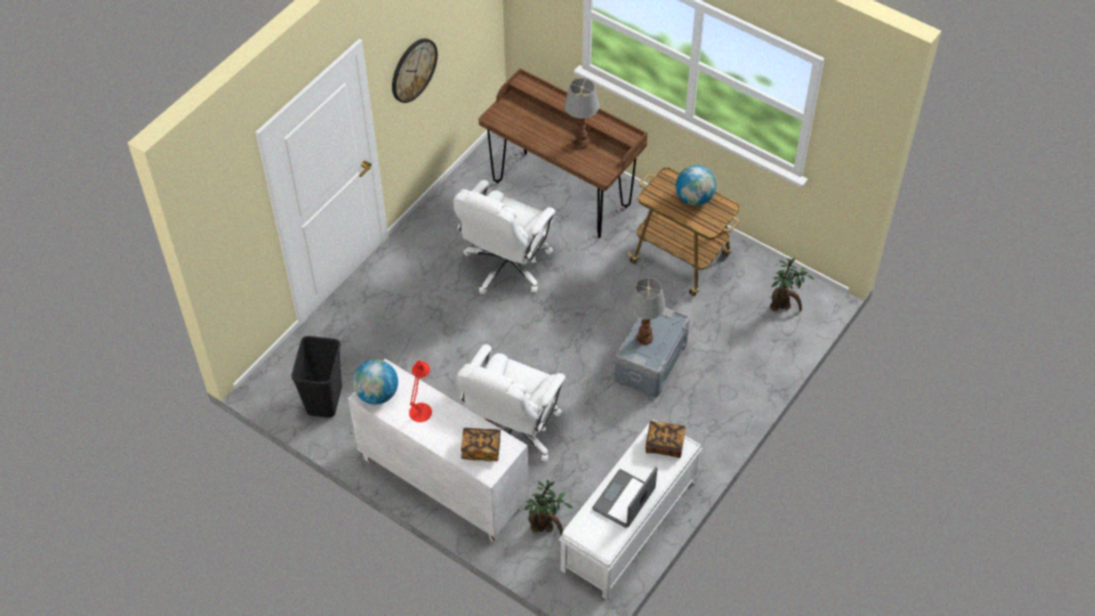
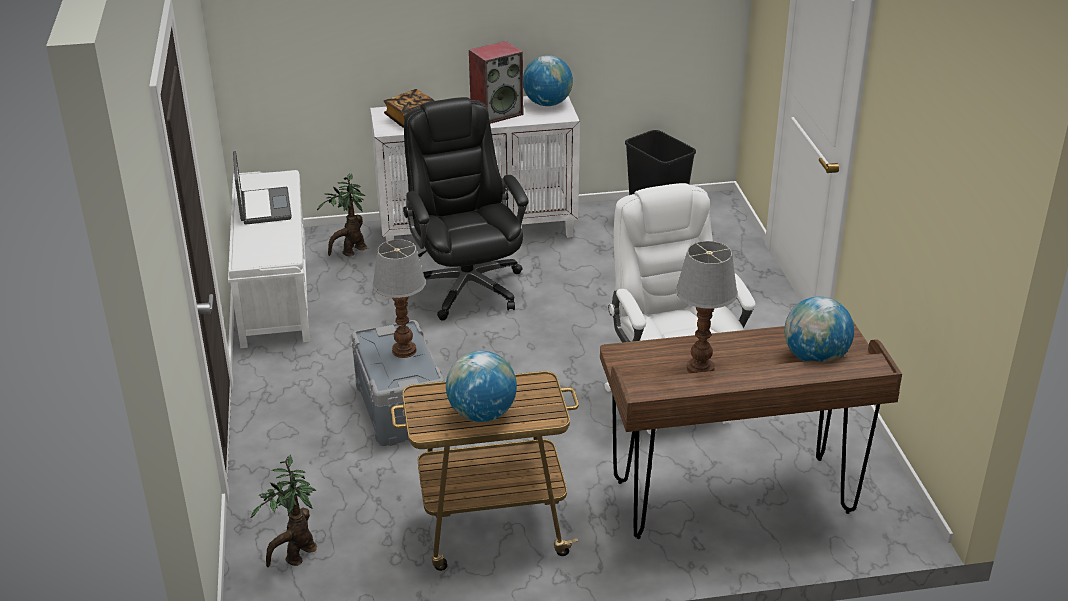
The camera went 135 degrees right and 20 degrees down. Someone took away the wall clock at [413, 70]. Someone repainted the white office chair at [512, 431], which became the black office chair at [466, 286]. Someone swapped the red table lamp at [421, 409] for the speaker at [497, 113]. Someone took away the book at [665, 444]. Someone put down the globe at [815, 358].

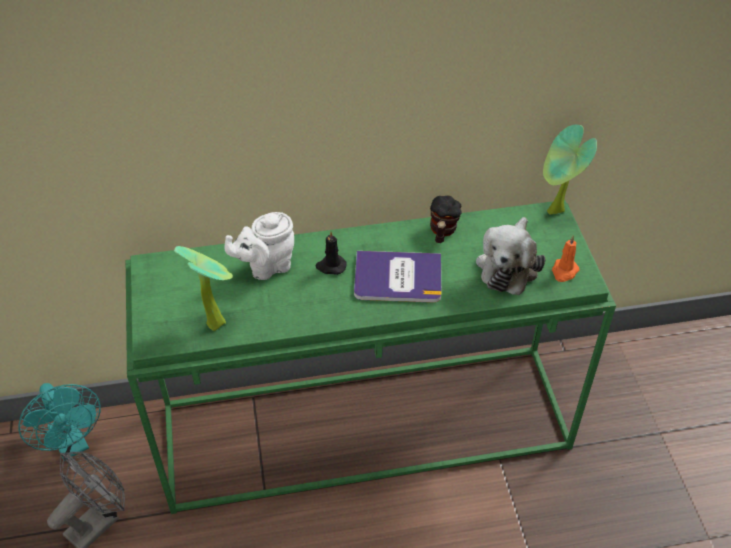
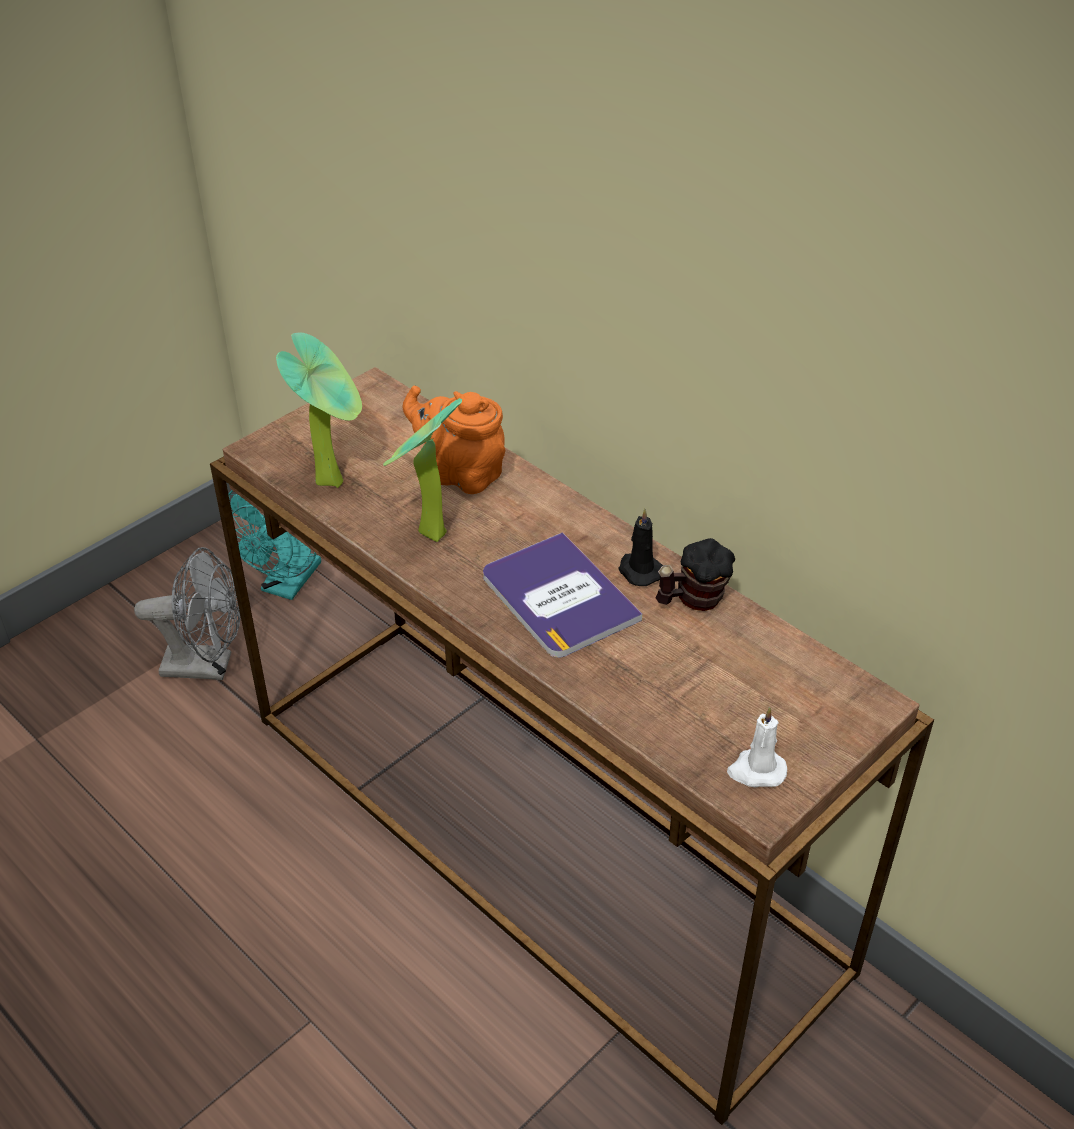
The camera went 55 degrees right and 5 degrees down. Someone carried the potted plant from [555, 213] to [426, 536]. Someone repainted the green console table at [367, 424], which became the brown console table at [543, 838]. Someone repainted the white teapot at [266, 266], which became the orange teapot at [460, 473]. Someone took away the plush toy at [508, 265]. Someone carried the black candle from [330, 266] to [639, 570]. Someone repainted the orange candle at [564, 271], which became the white candle at [756, 771].

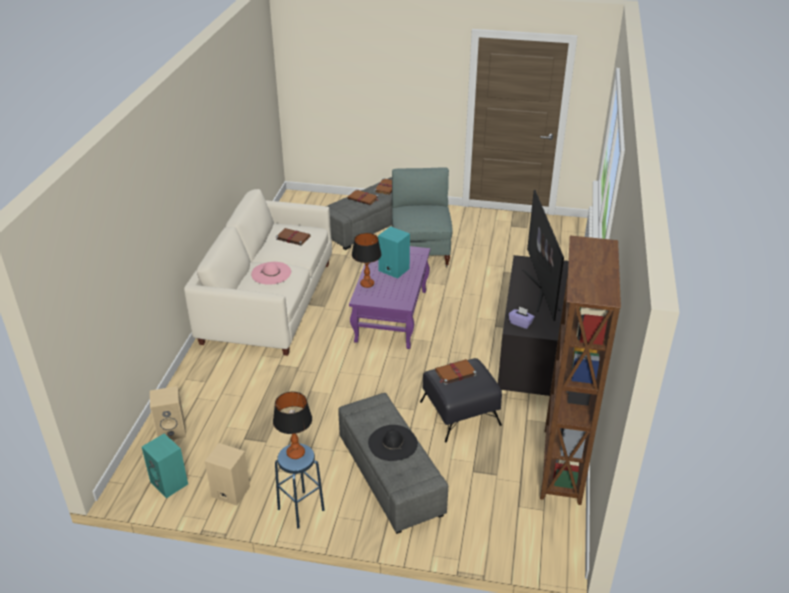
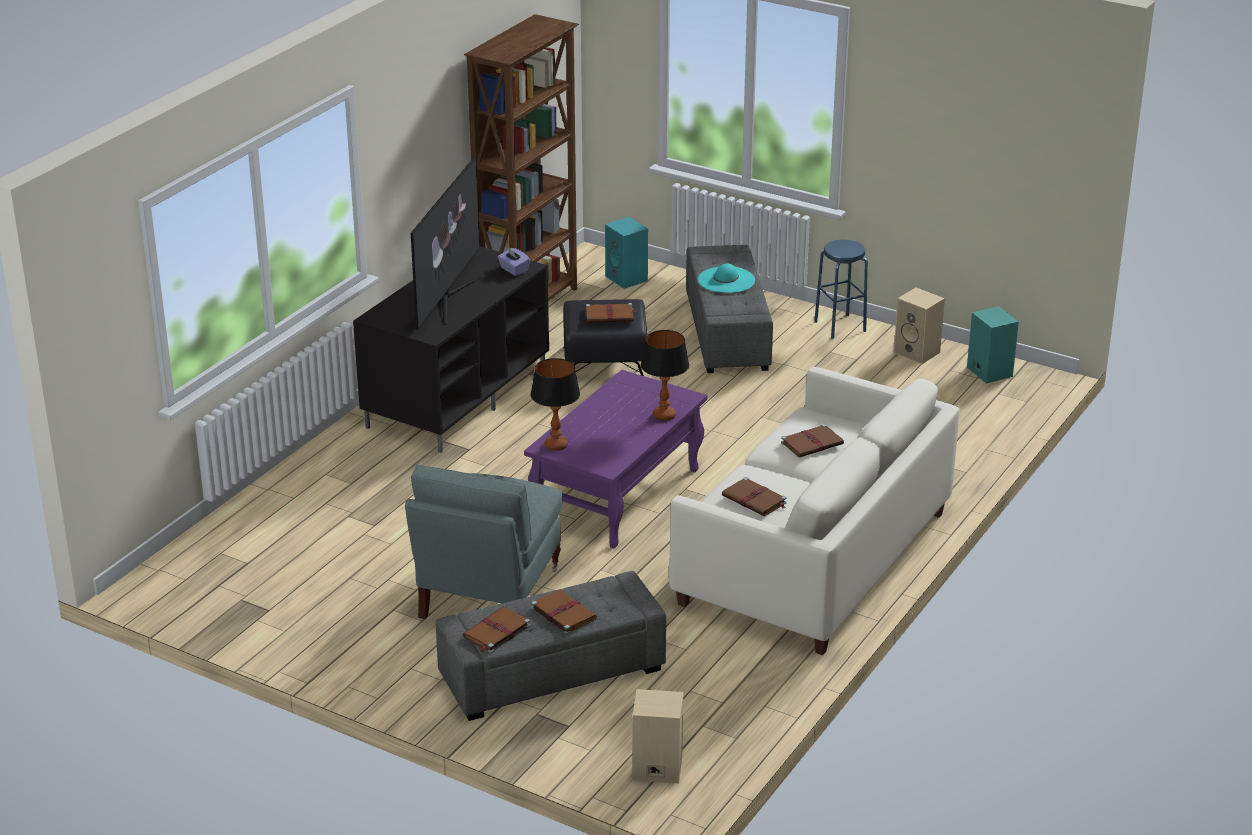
The camera went 160 degrees left and 5 degrees down. Someone carried the turquoise speaker from [393, 269] to [627, 278]. Someone swapped the pink hat at [271, 273] for the brown book at [813, 443]. Someone carried the beige speaker from [172, 431] to [656, 769]. Someone carried the table lamp from [296, 453] to [556, 445]. Someone repainted the black hat at [392, 443], which became the turquoise hat at [726, 280].

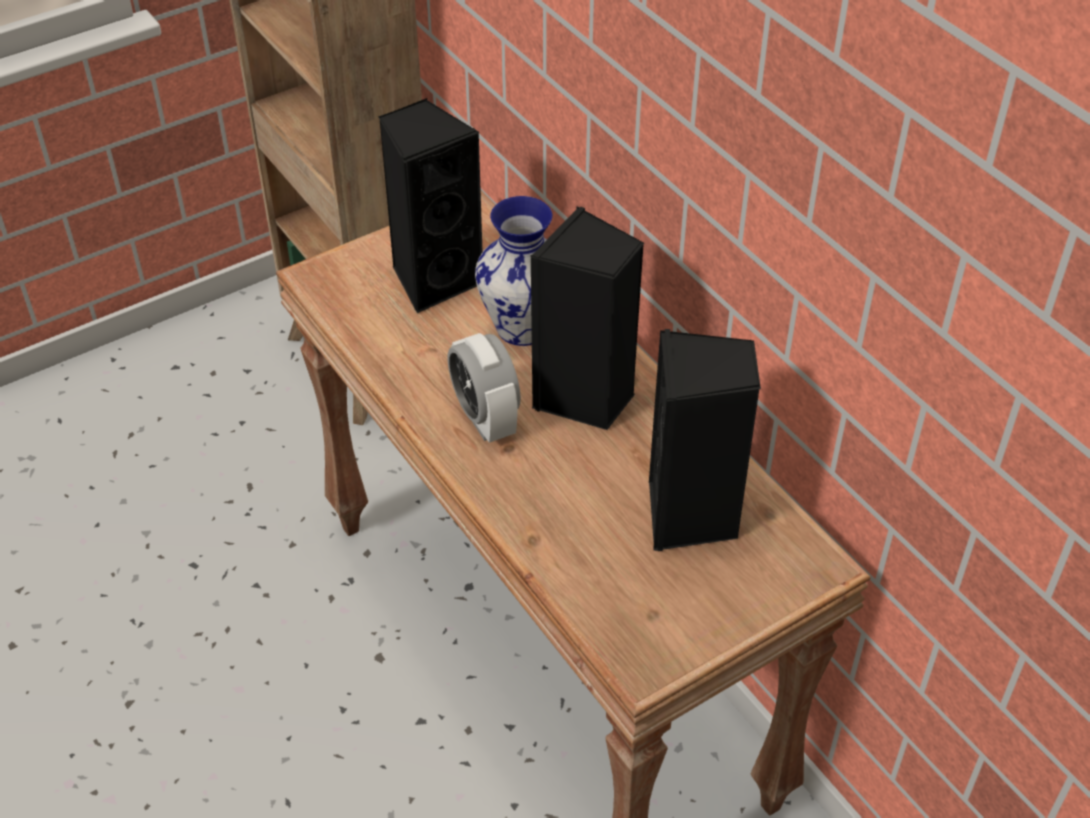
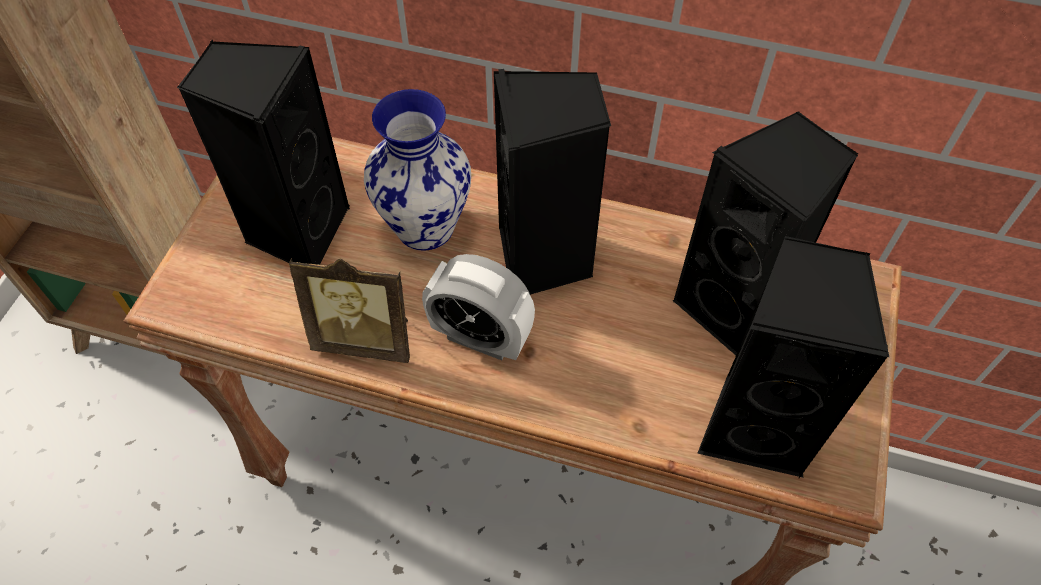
The camera went 40 degrees left and 10 degrees up. Someone put down the black speaker at [755, 425]. Someone put down the picture frame at [366, 338].

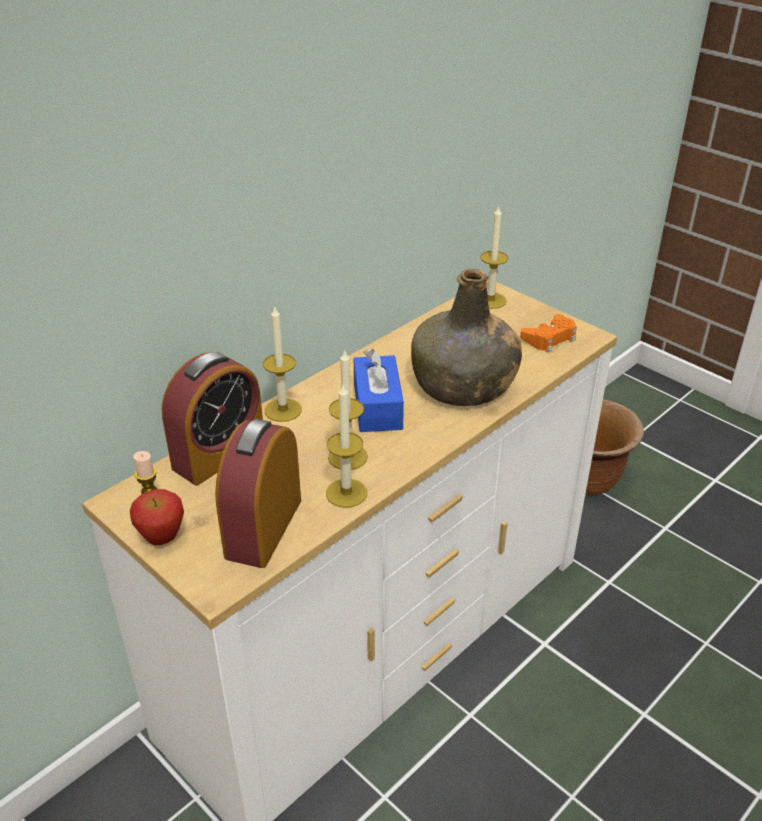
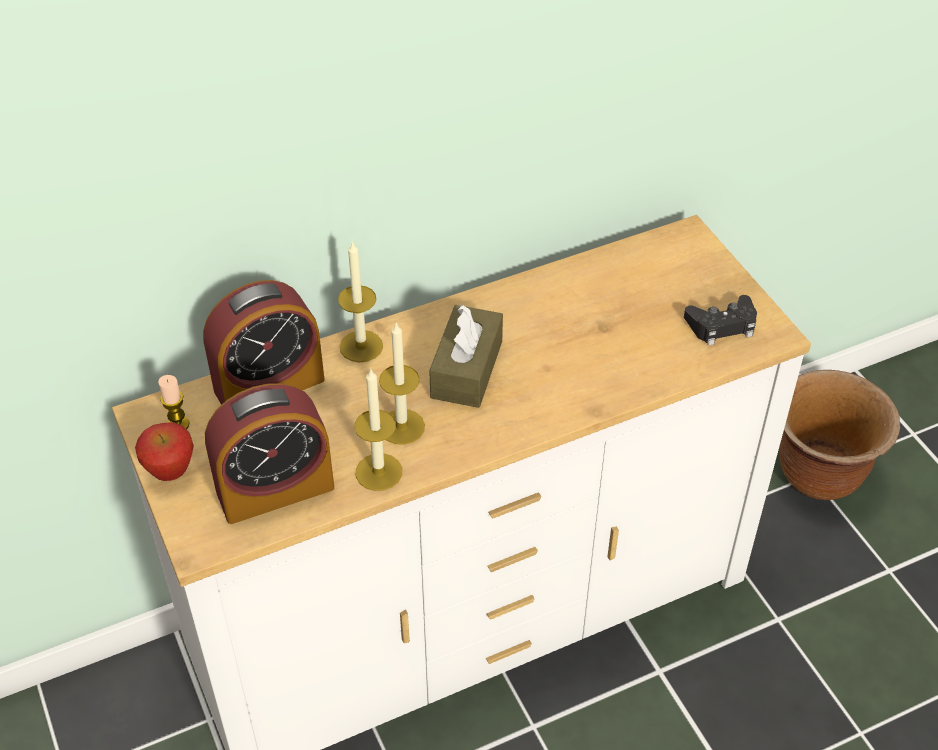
The camera went 20 degrees right and 10 degrees up. Someone took away the candle at [490, 300]. Someone took away the green bottle at [463, 385]. Someone repainted the orange game controller at [549, 338], which became the black game controller at [722, 325]. Someone repainted the blue tissue box at [377, 406], which became the brown tissue box at [466, 369]. Someone rotated the alarm clock at [263, 528] by 150 degrees counterclockwise.

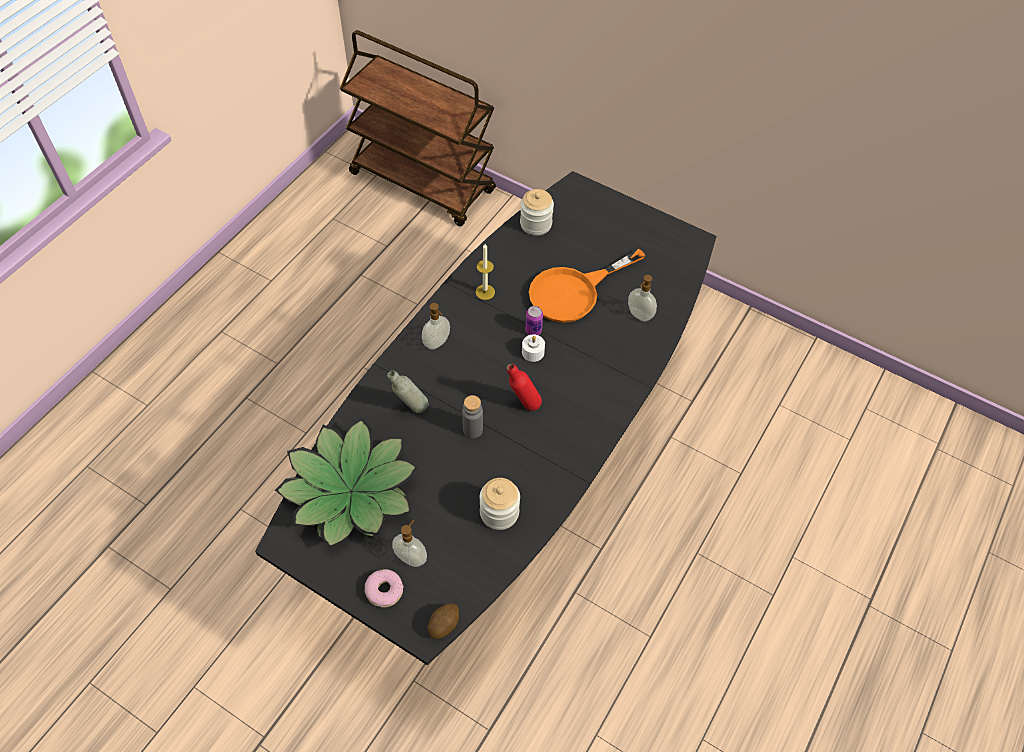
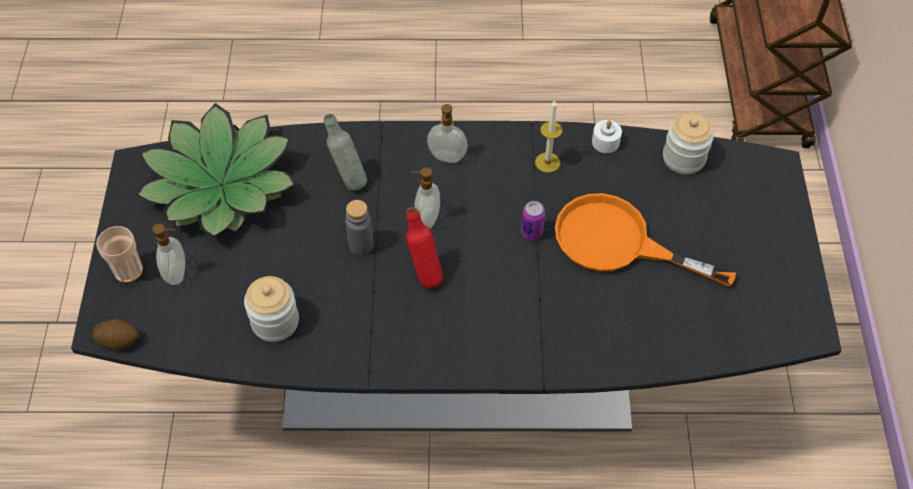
The camera went 60 degrees right and 0 degrees up. Someone carried the soap dispenser from [639, 315] to [426, 218]. Someone carried the white candle from [533, 352] to [605, 142]. Someone swapped the donut at [384, 591] for the cup at [128, 271].

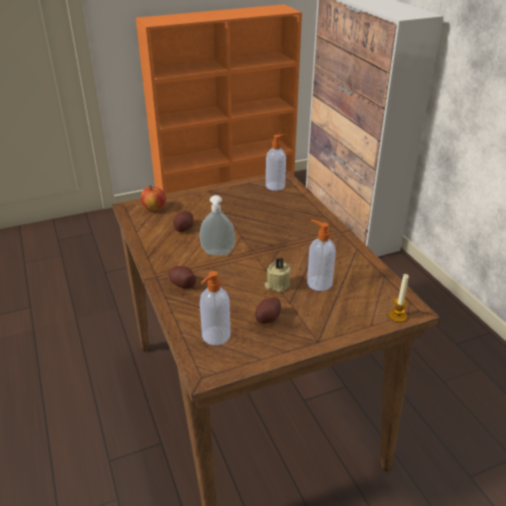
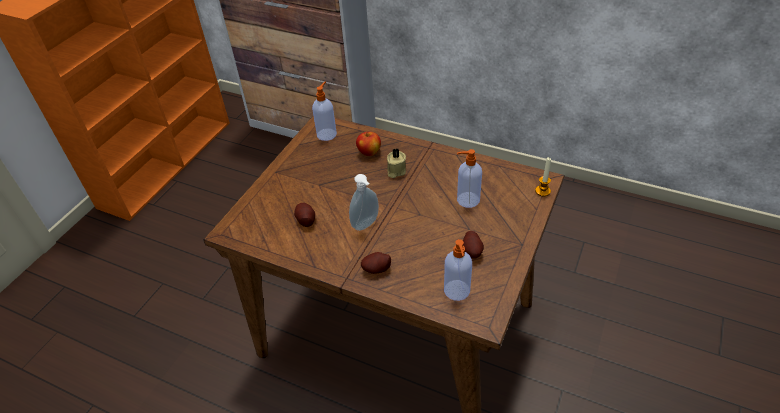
The camera went 40 degrees left and 10 degrees up. Someone carried the apple from [154, 208] to [369, 152]. Someone carried the beige candle from [277, 285] to [395, 171].

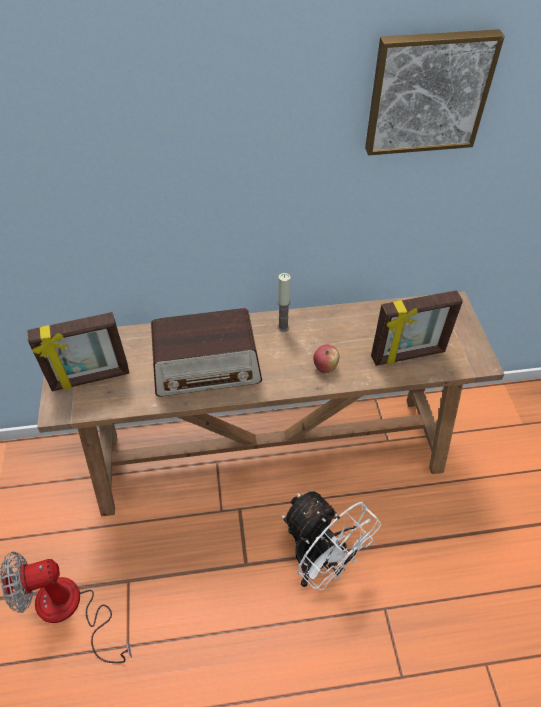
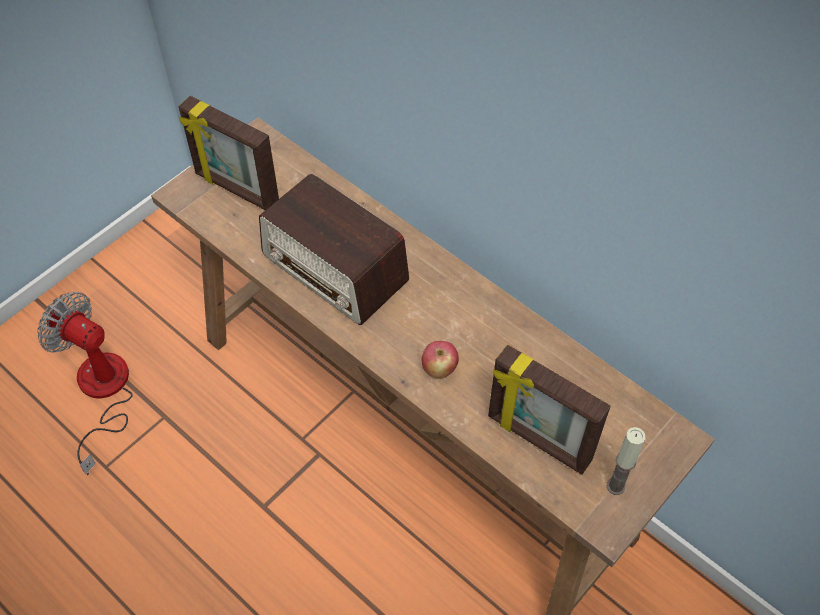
The camera went 50 degrees right and 5 degrees up. Someone took away the picture at [427, 92]. Someone carried the candle from [283, 327] to [616, 486]. Someone took away the white fan at [320, 562].

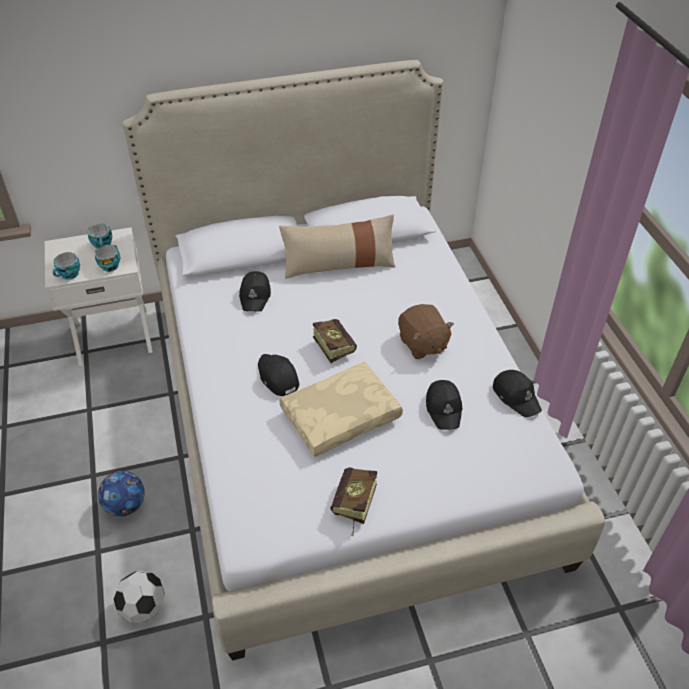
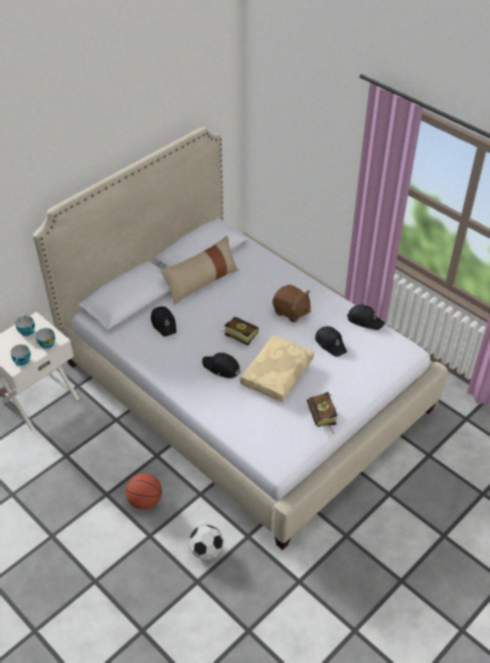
The camera went 30 degrees left and 0 degrees up. Someone swapped the football at [125, 505] for the basketball at [145, 501].

